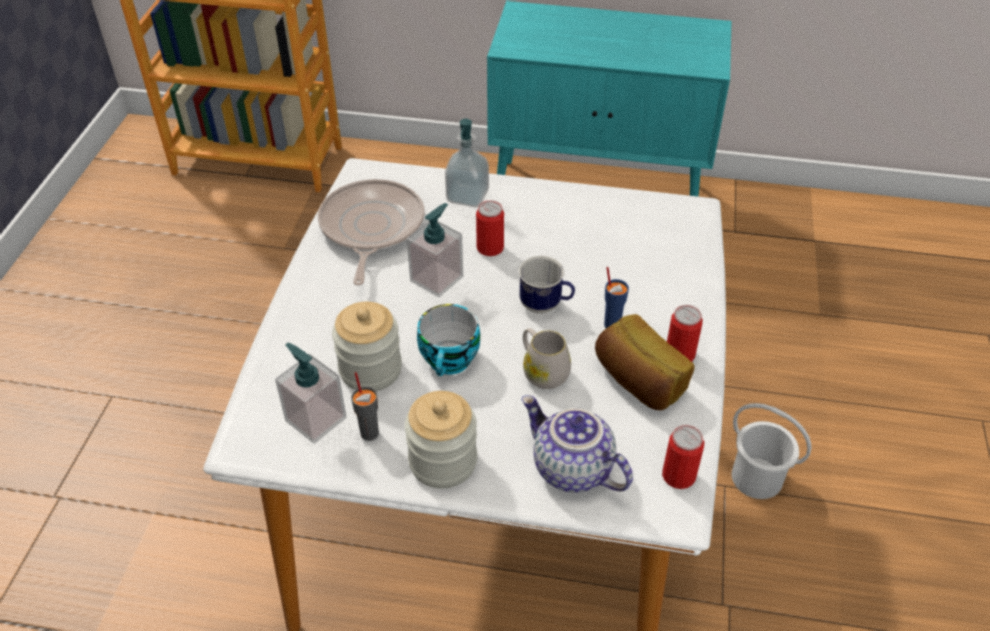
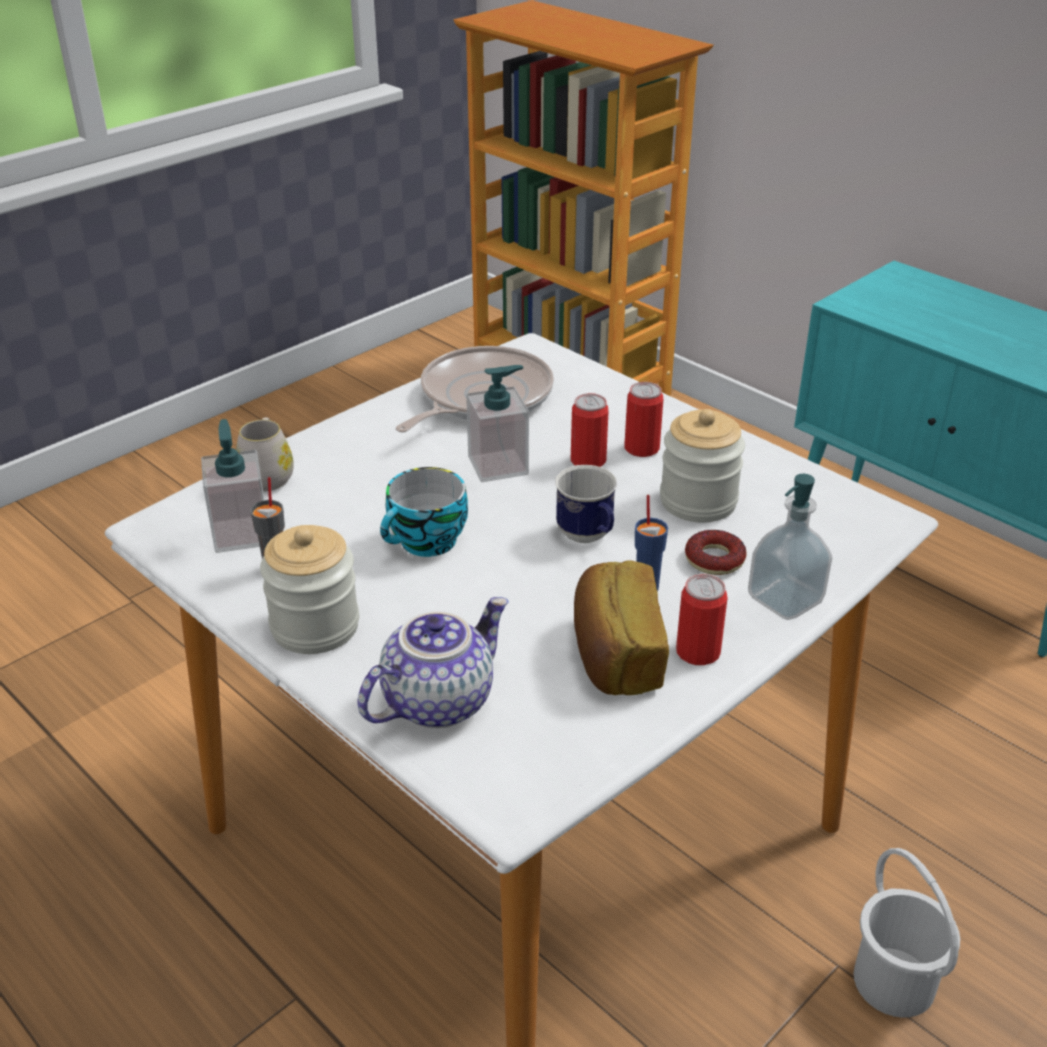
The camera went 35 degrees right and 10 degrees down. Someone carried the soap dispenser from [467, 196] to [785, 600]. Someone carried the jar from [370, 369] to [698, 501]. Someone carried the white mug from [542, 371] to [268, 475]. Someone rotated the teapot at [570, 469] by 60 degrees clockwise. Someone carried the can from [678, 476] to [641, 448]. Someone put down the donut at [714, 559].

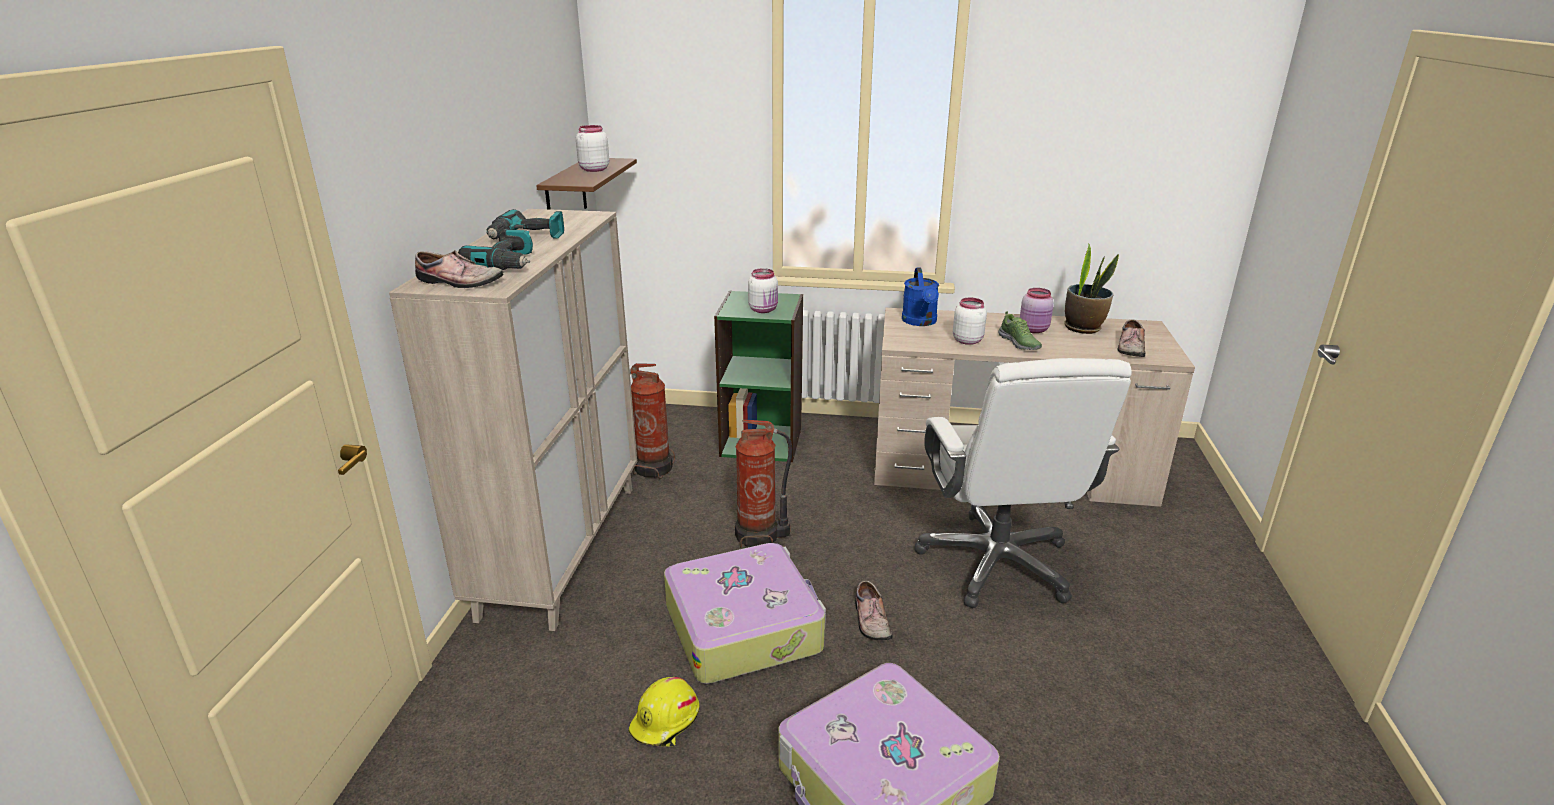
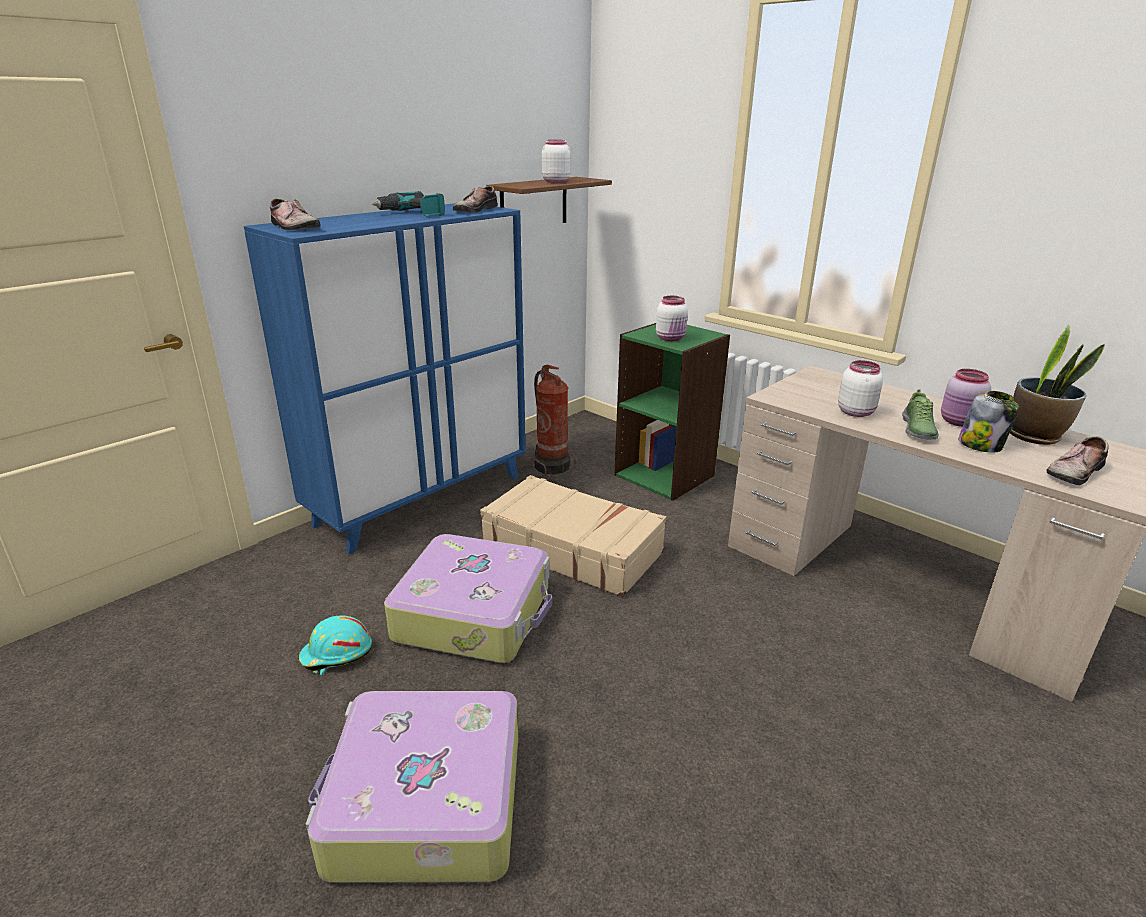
The camera went 35 degrees right and 0 degrees up. Someone repainted the beige cabinet at [561, 548], which became the blue cabinet at [421, 499]. Someone took away the power drill at [508, 263]. Someone took away the blue watering can at [920, 322]. Someone took away the white office chair at [997, 563]. Someone swapped the fire extinguisher at [759, 536] for the beige suitcase at [572, 548]. Someone carried the shoe from [870, 620] to [474, 210]. Someone repainted the yellow hard hat at [666, 722], which became the turquoise hard hat at [336, 655]. Someone put down the jar at [981, 445].

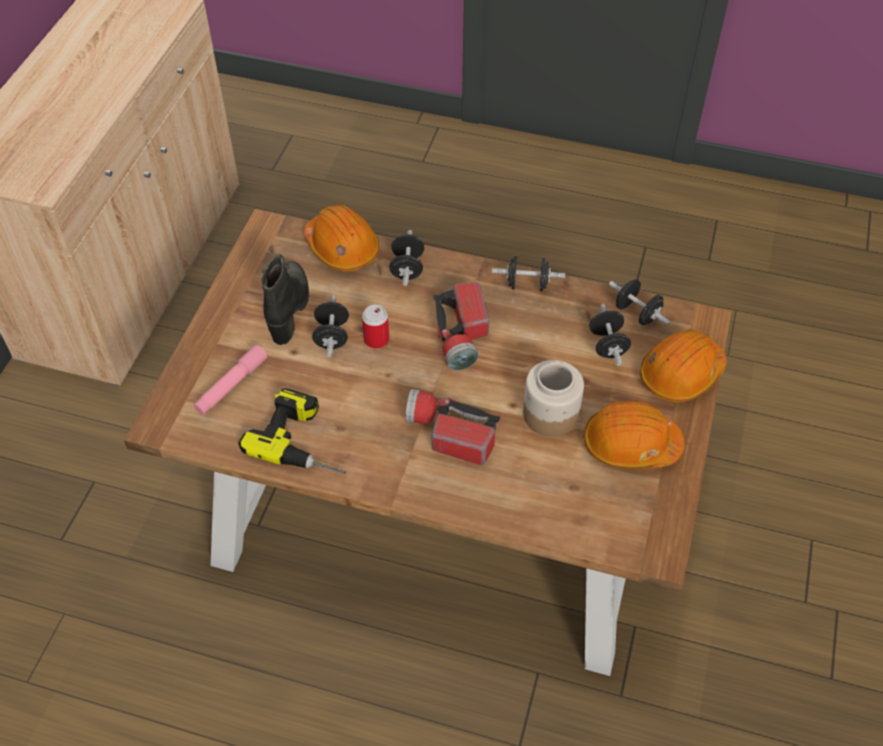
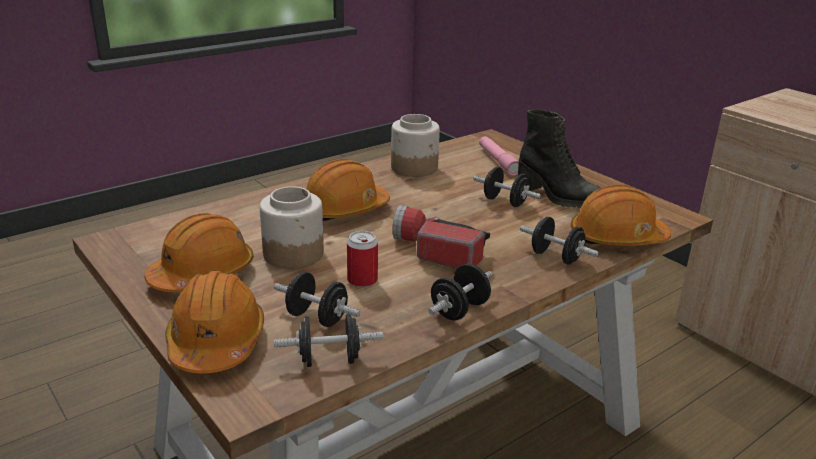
The camera went 125 degrees right and 25 degrees down. Someone carried the can from [376, 340] to [362, 280]. Someone swapped the power drill at [306, 440] for the jar at [415, 167]. Someone swapped the flashlight at [449, 433] for the orange hard hat at [344, 209].

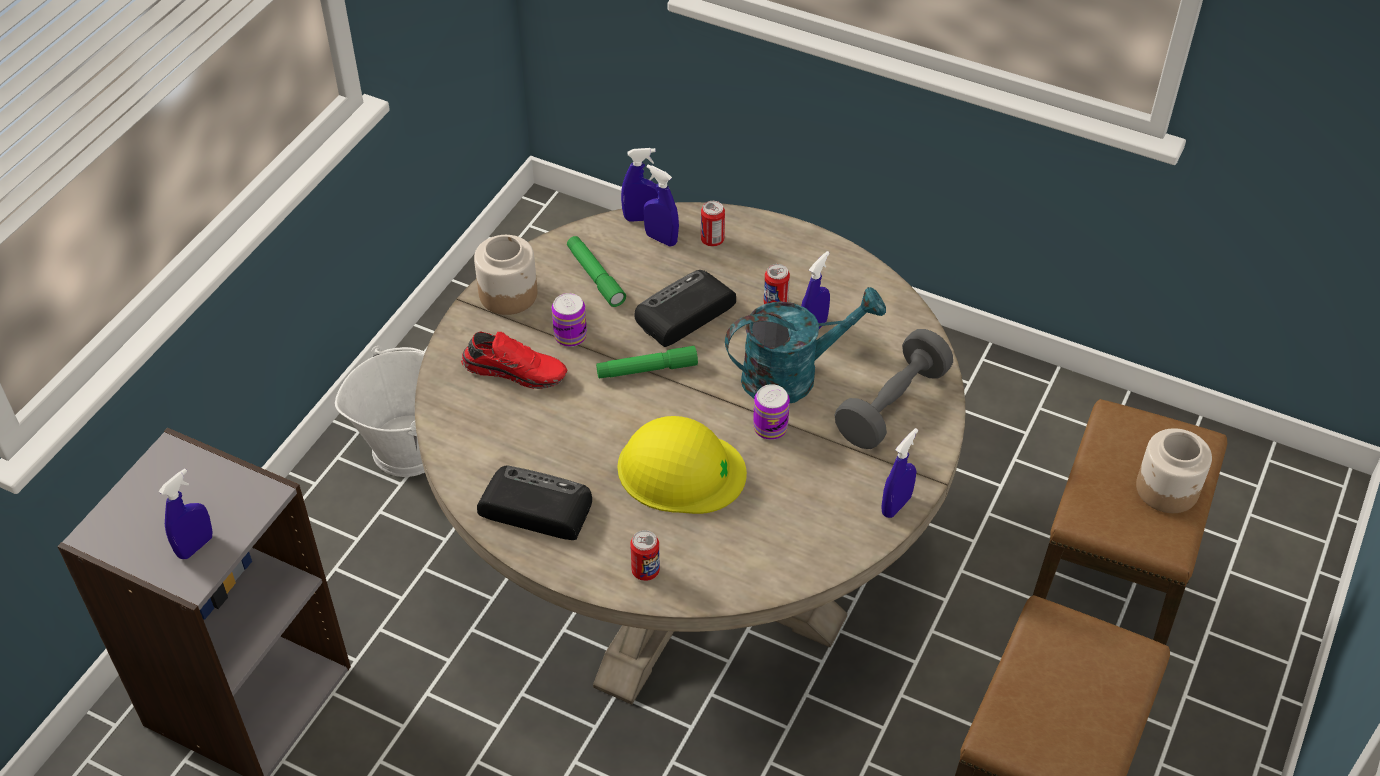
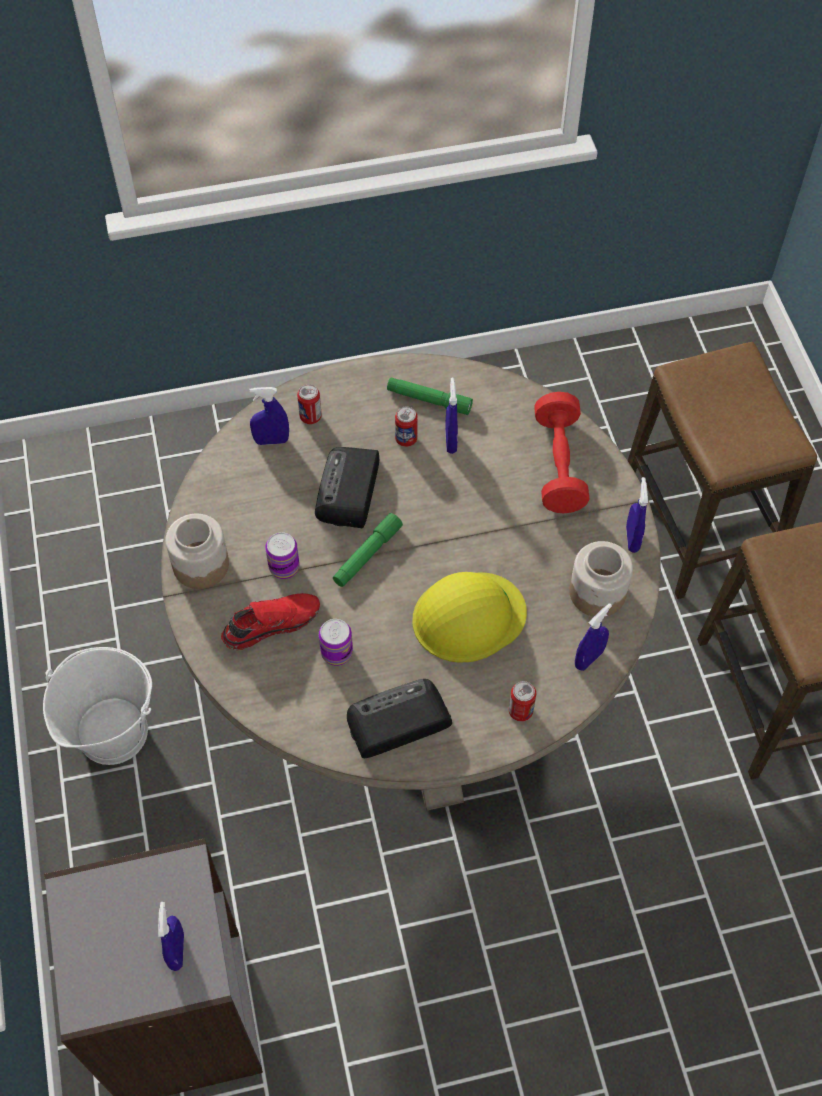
The camera went 40 degrees left and 10 degrees up. Someone carried the blue spray bottle from [642, 218] to [589, 658]. Someone carried the green flashlight from [595, 276] to [429, 400]. Someone took away the turquoise watering can at [793, 375]. Someone repainted the grey dumbbell at [892, 405], which became the red dumbbell at [559, 465]. Someone carried the can from [770, 428] to [336, 652]. Someone carried the jar from [1168, 489] to [598, 592].

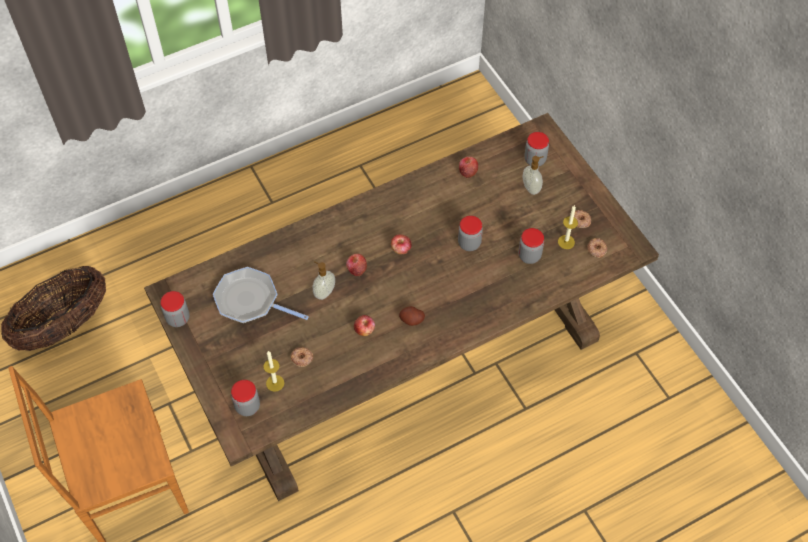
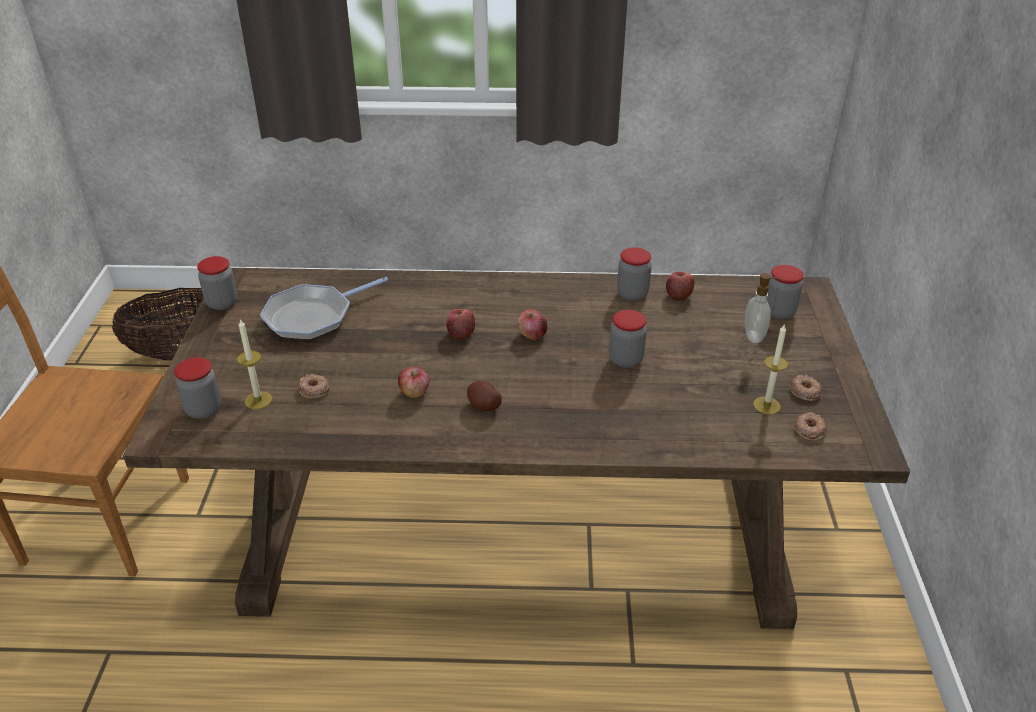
The camera went 30 degrees right and 20 degrees down. Someone carried the jar from [529, 256] to [632, 294]. Someone took away the soap dispenser at [324, 292]. Someone rotated the frying pan at [250, 300] by 90 degrees counterclockwise.

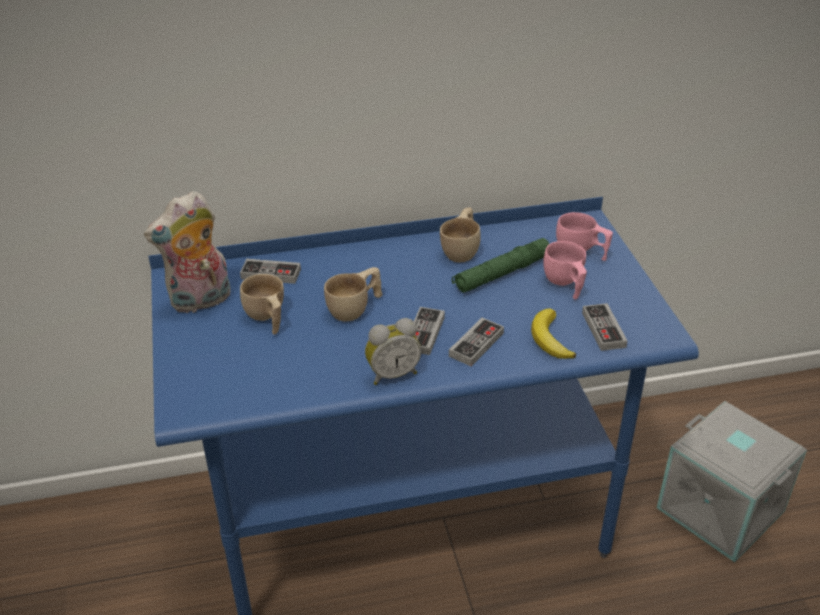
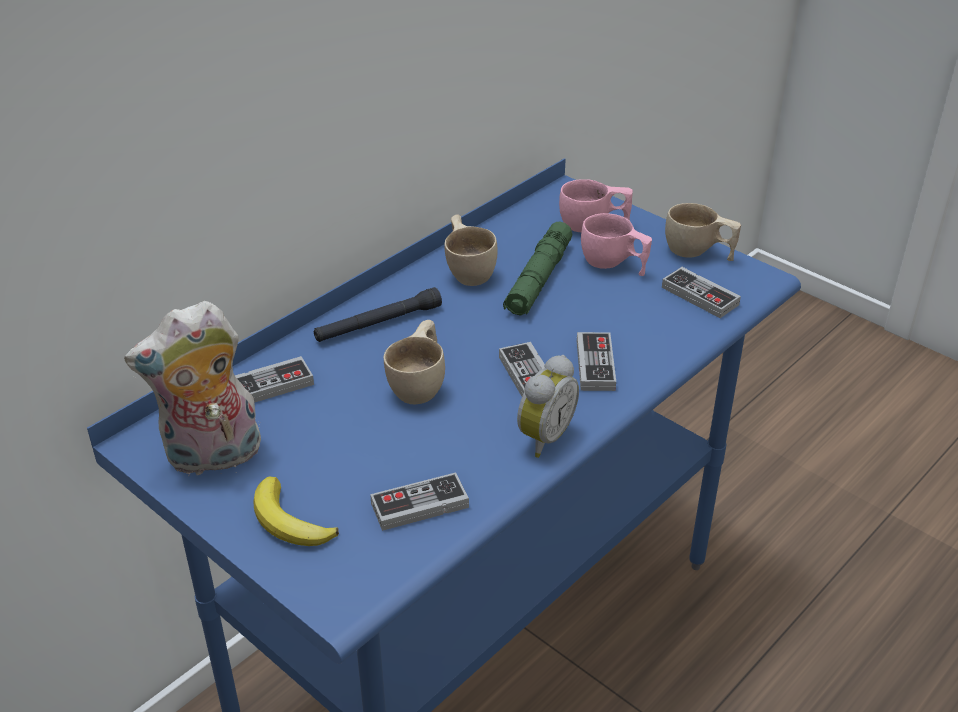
The camera went 35 degrees left and 0 degrees up. Someone rotated the plush toy at [200, 301] by 45 degrees clockwise. Someone carried the beige cup from [267, 319] to [698, 253]. Someone carried the banana from [550, 339] to [289, 521]. Someone took away the grey storage box at [722, 509]. Someone put down the black flashlight at [378, 323]. Someone put down the game controller at [419, 505].

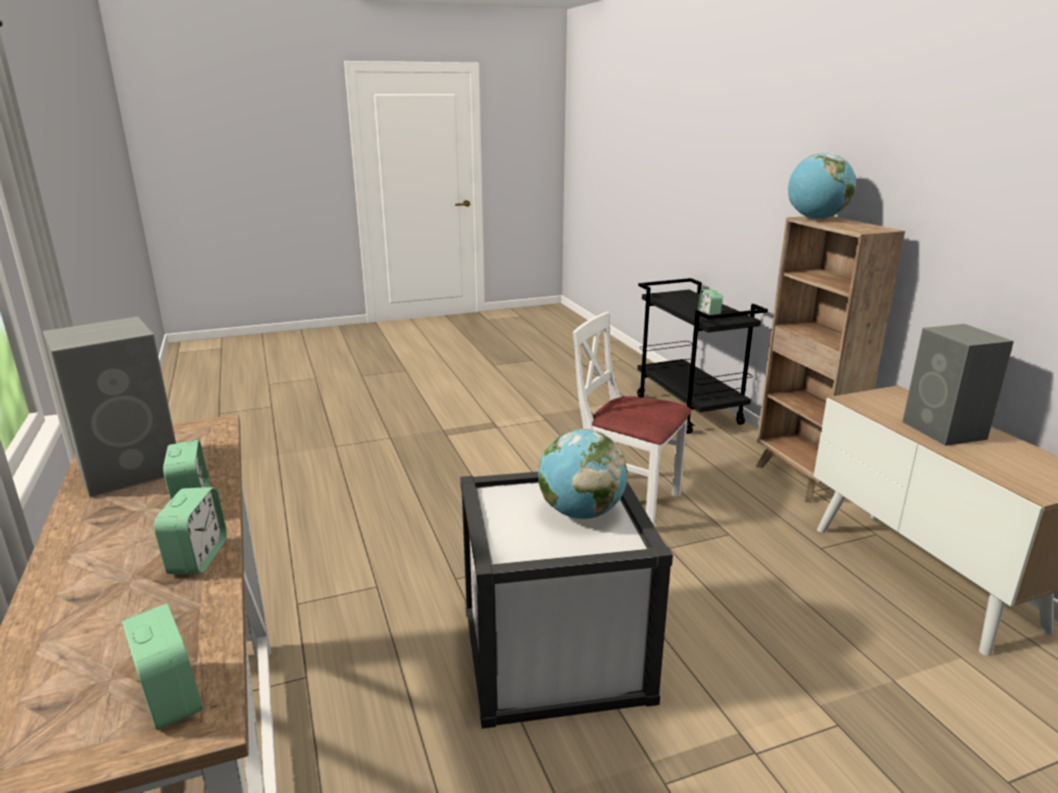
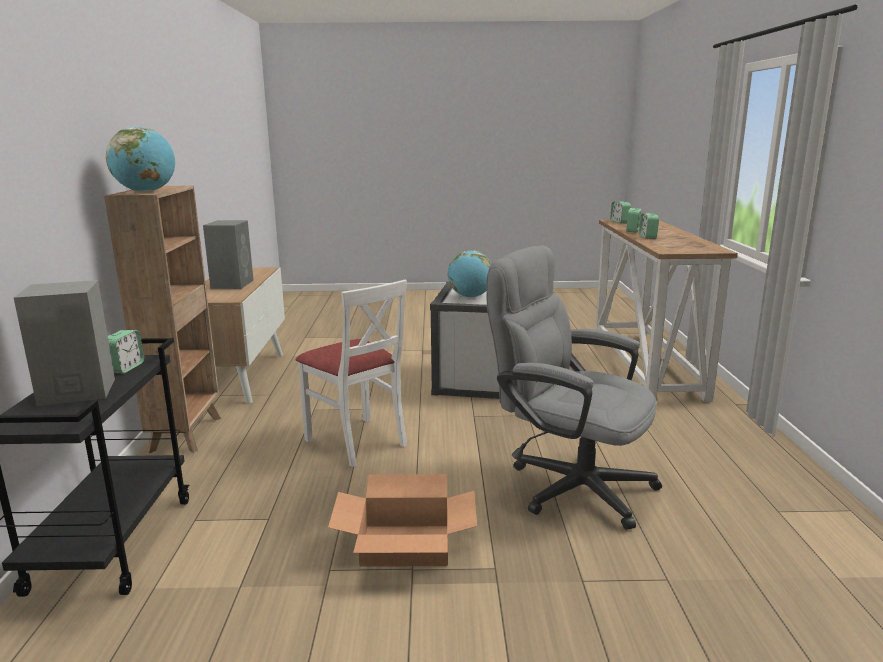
The camera went 160 degrees left and 5 degrees down. Someone carried the grey speaker from [133, 469] to [75, 392]. Someone put down the grey office chair at [568, 484]. Someone put down the cardboard box at [405, 545].

